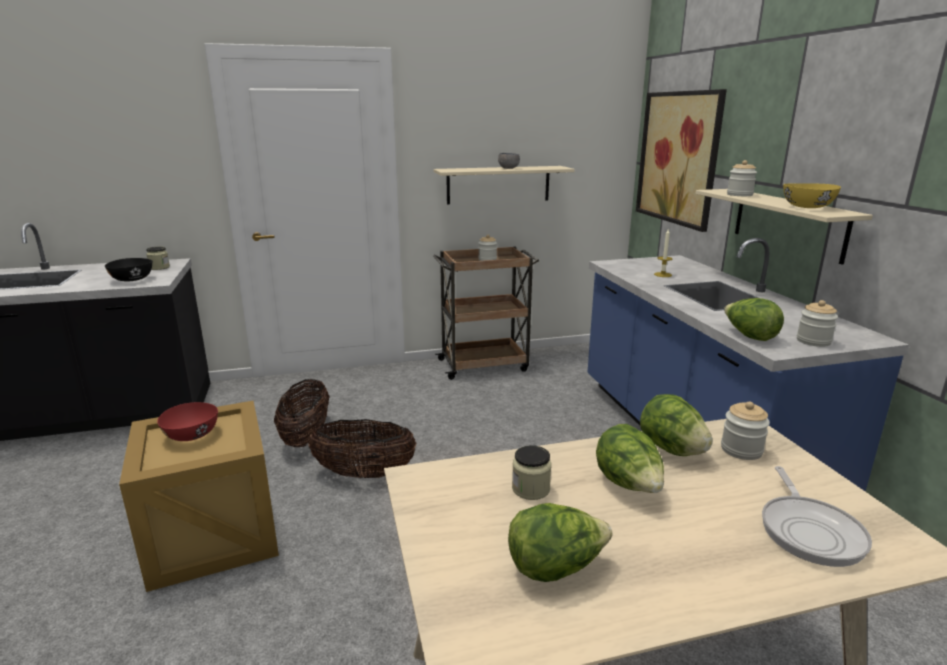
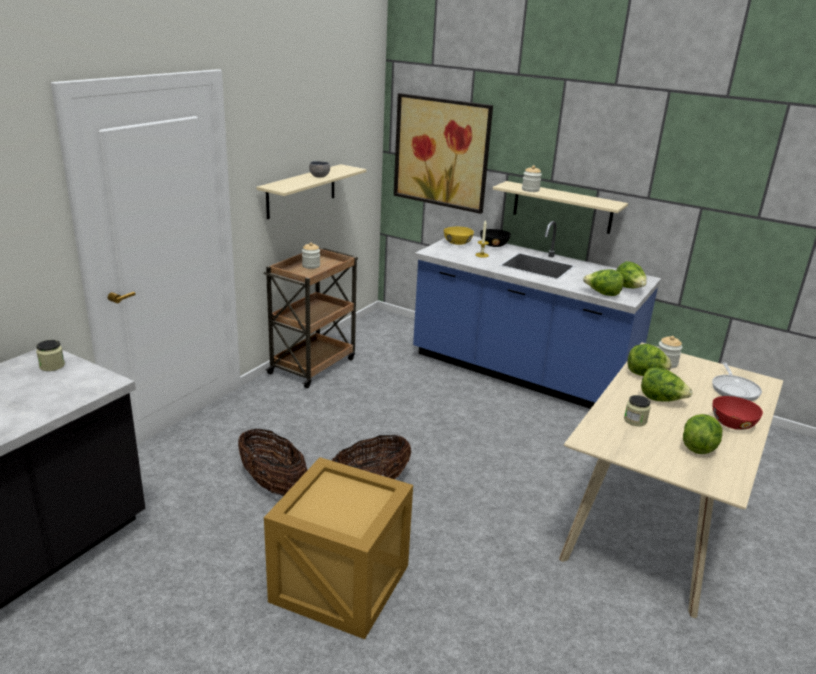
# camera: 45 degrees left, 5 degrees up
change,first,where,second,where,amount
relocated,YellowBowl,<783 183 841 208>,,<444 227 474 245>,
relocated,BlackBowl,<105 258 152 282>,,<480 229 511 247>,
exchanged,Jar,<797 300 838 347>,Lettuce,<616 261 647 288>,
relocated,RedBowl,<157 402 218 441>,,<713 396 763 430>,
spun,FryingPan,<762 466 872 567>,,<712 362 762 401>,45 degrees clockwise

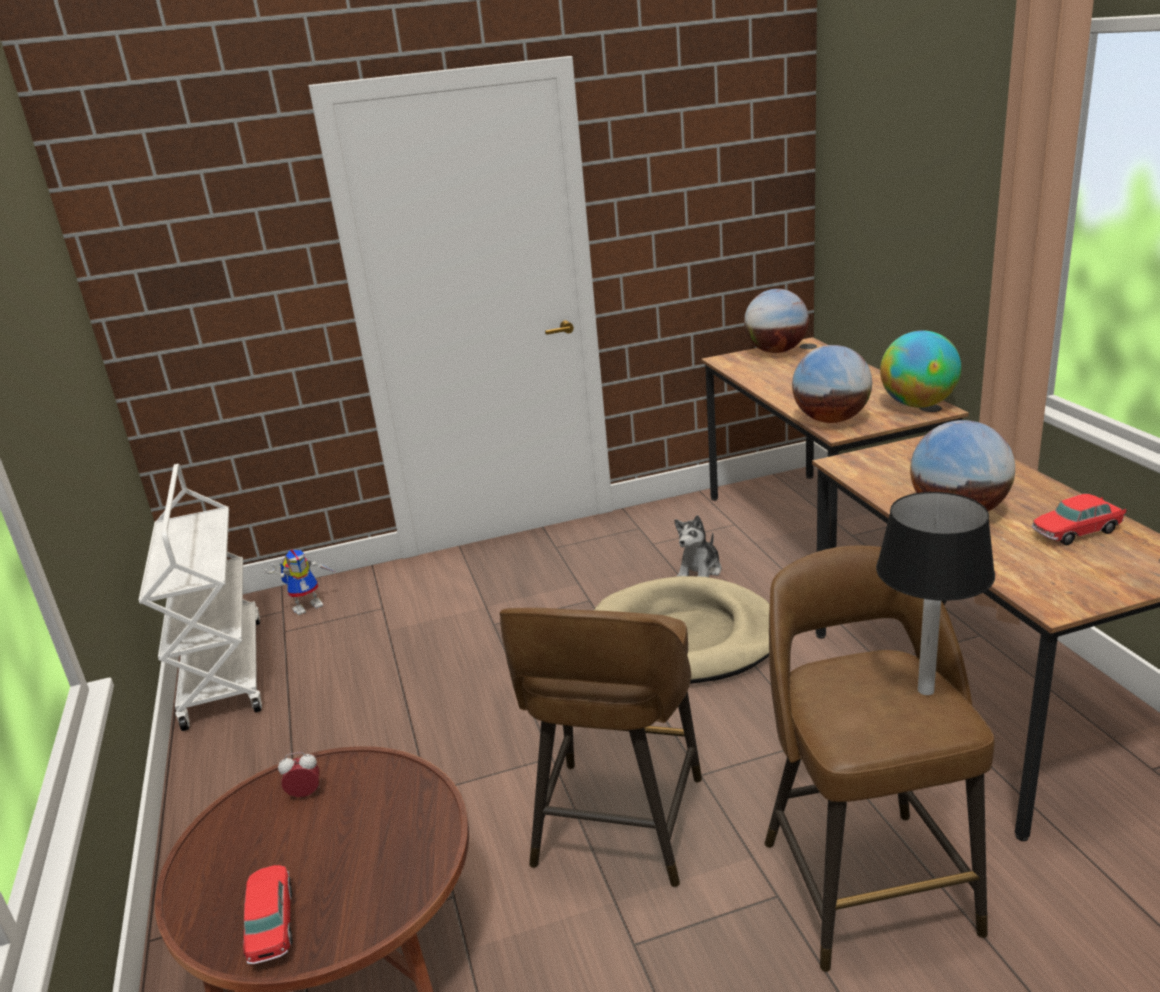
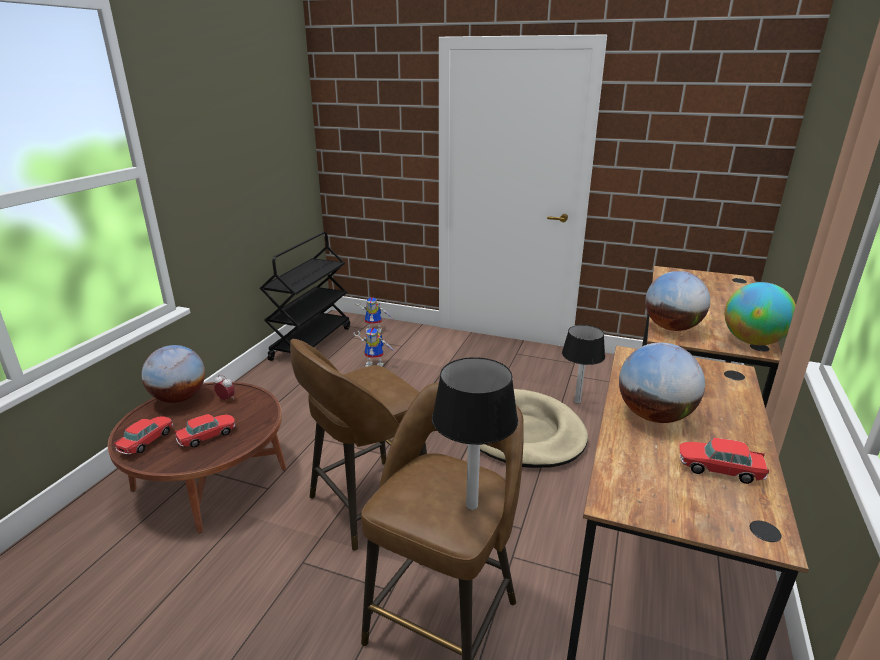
# camera: 35 degrees right, 0 degrees up
change,first,where,second,where,amount
relocated,Globe,<744 289 809 353>,,<142 345 205 403>,
colour,WhiteCart,<139 464 262 731>,BlackCart,<260 232 350 361>,
exchanged,PlushToy,<675 515 721 577>,TableLamp,<562 325 605 404>,
appeared,,,ToyRobot,<353 328 395 367>,
appeared,,,ToyCar,<174 414 235 448>,

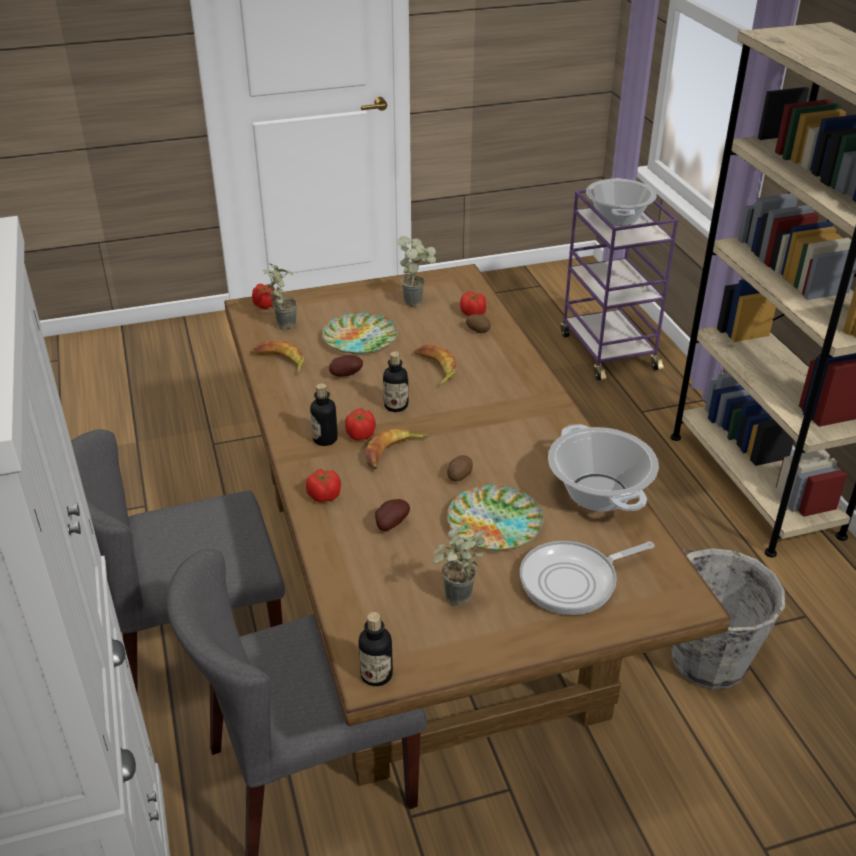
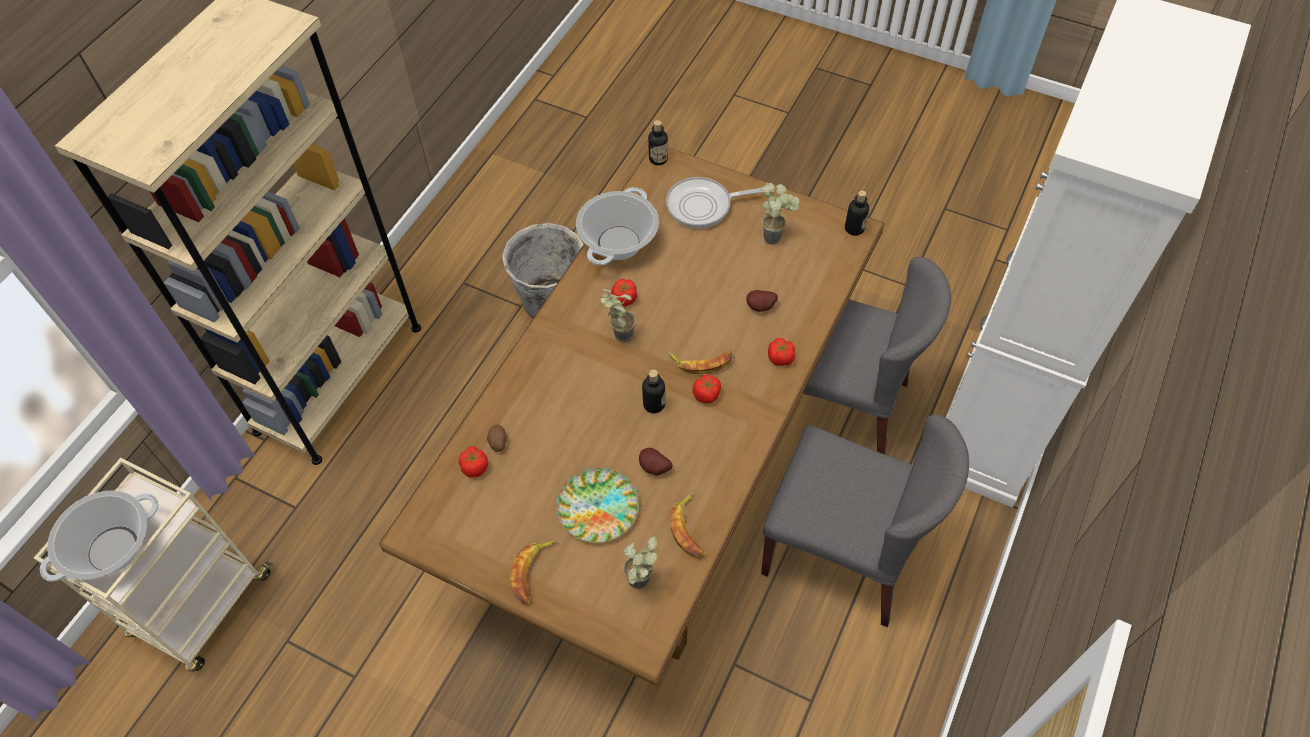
# camera: 135 degrees left, 20 degrees up
change,first,where,second,where,amount
colour,PurpleCart,<560 189 678 380>,BeigeCart,<34 458 274 672>,
relocated,PottedPlant,<398 236 436 307>,,<600 289 636 343>,
relocated,Tomato,<252 284 278 309>,,<611 279 637 307>,
relocated,Banana,<414 345 456 385>,,<510 540 557 605>,
relocated,Bottle,<310 383 338 446>,,<648 120 668 165>,
missing,Potato,<447 455 473 482>,,,
missing,Plate,<447 485 543 551>,,,
spun,FryingPan,<520 541 654 615>,,<666 177 763 229>,150 degrees clockwise

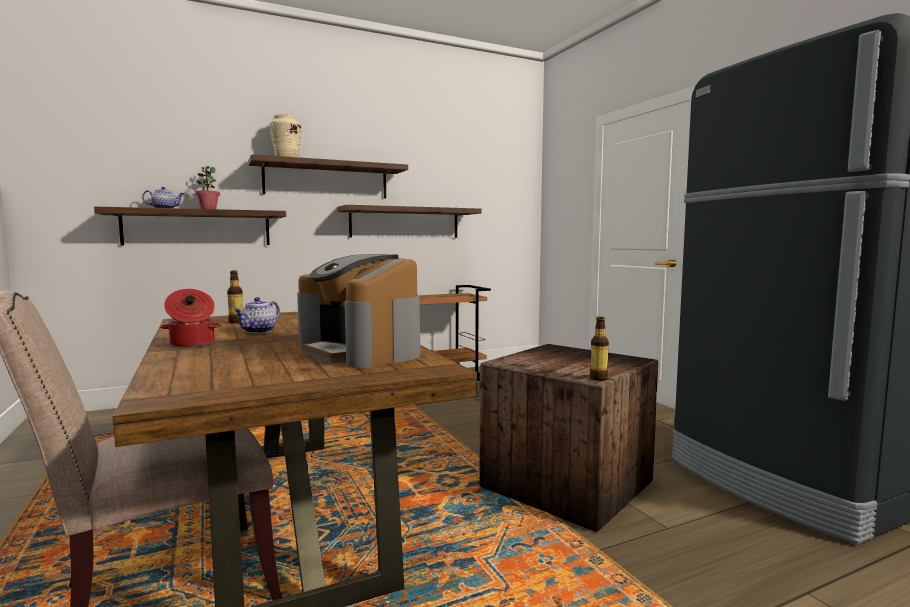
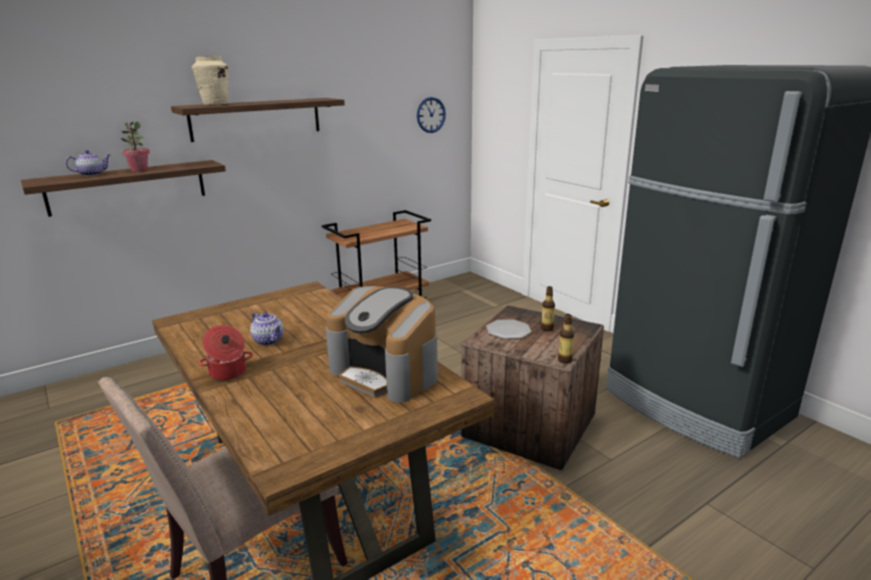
# camera: 10 degrees left, 15 degrees up
change,first,where,second,where,amount
missing,Shelf,<337 205 481 238>,,,
relocated,Bottle,<227 270 243 323>,,<541 286 555 331>,
spun,Teapot,<234 297 280 333>,,<250 312 284 346>,60 degrees counterclockwise
appeared,,,WallClock,<417 97 446 133>,
appeared,,,Plate,<486 319 531 339>,

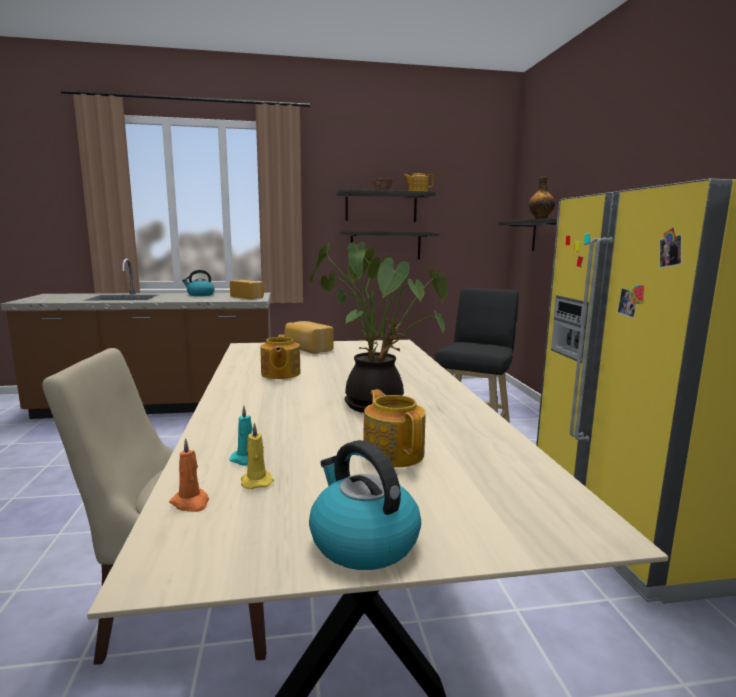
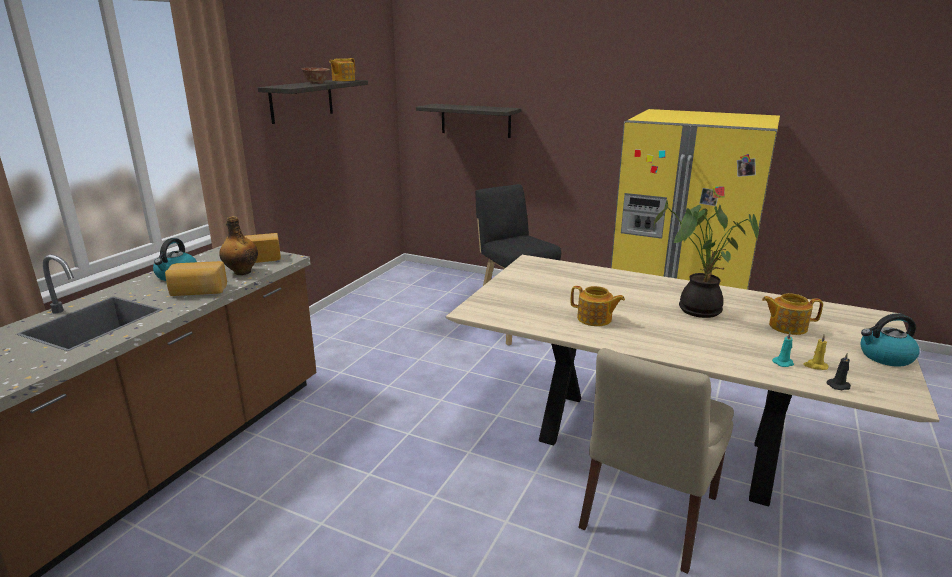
# camera: 55 degrees left, 10 degrees up
change,first,where,second,where,amount
relocated,Bottle,<528 177 555 219>,,<219 216 258 275>,
missing,Shelf,<341 231 439 259>,,,
relocated,Bread,<284 321 333 354>,,<165 261 227 296>,
colour,OrangeCandle,<169 438 209 512>,BlackCandle,<827 352 851 390>,

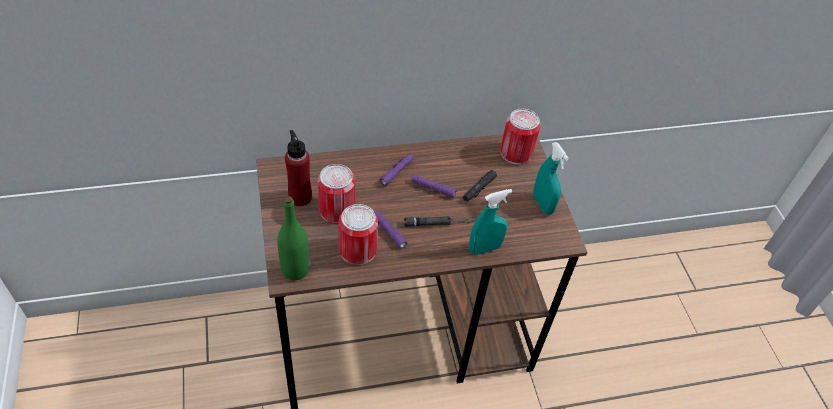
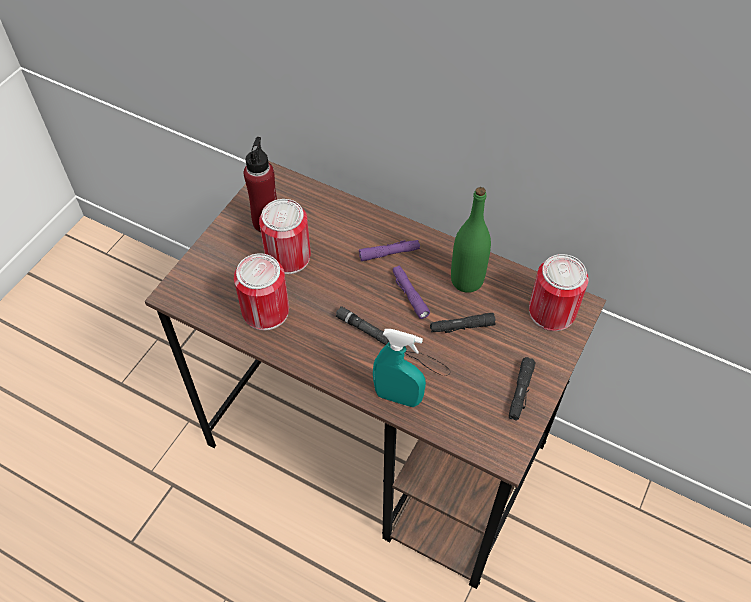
# camera: 45 degrees right, 5 degrees up
change,first,where,second,where,amount
exchanged,TurquoiseSprayBottle,<533 142 569 215>,BlackFlashlight,<509 357 536 421>,
relocated,GreenBottle,<277 196 309 280>,,<451 187 491 293>,
missing,PurpleFlashlight,<374 210 407 249>,,,

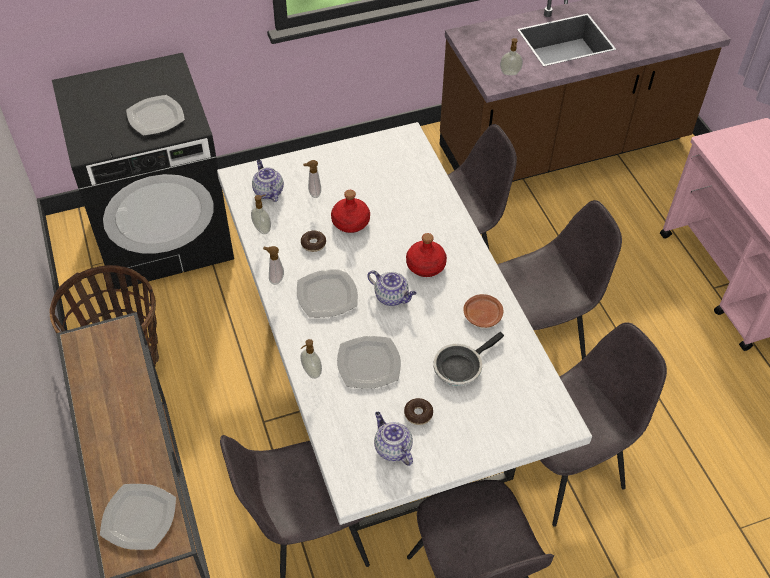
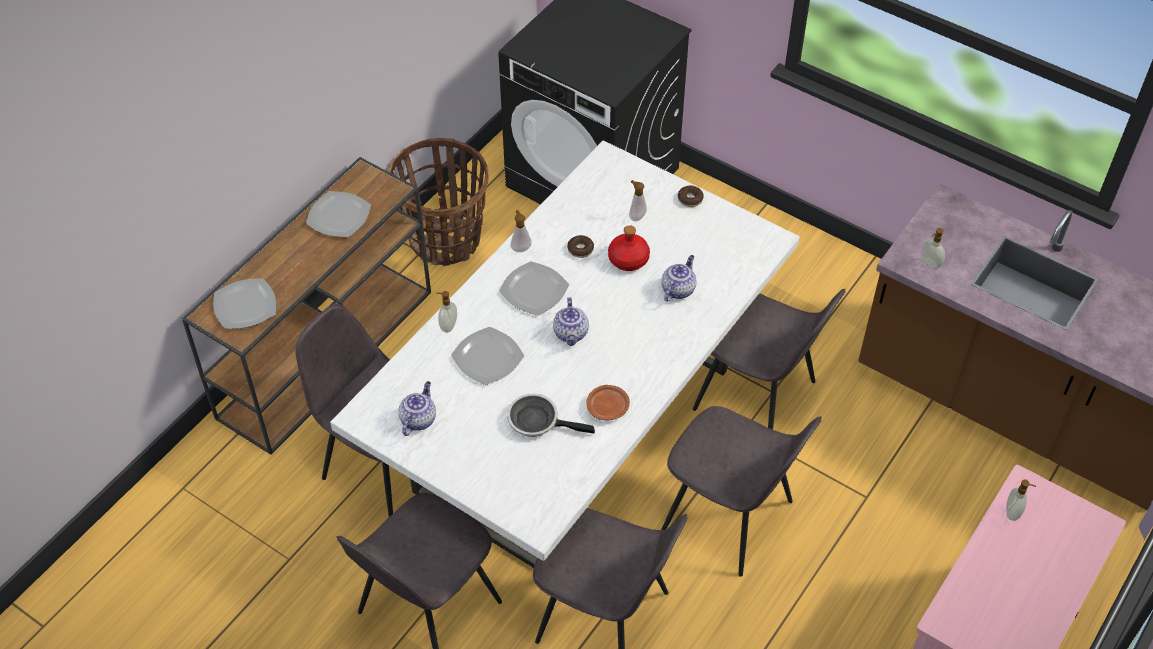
# camera: 55 degrees right, 0 degrees up
change,first,where,second,where,amount
relocated,Plate,<126 95 185 136>,,<306 191 371 238>,
relocated,Teapot,<252 160 284 202>,,<661 255 697 302>,
relocated,SoapDispenser,<251 195 271 234>,,<1006 479 1036 521>,
missing,RedBottle,<406 233 447 277>,,,
relocated,Donut,<404 398 433 425>,,<678 185 704 207>,

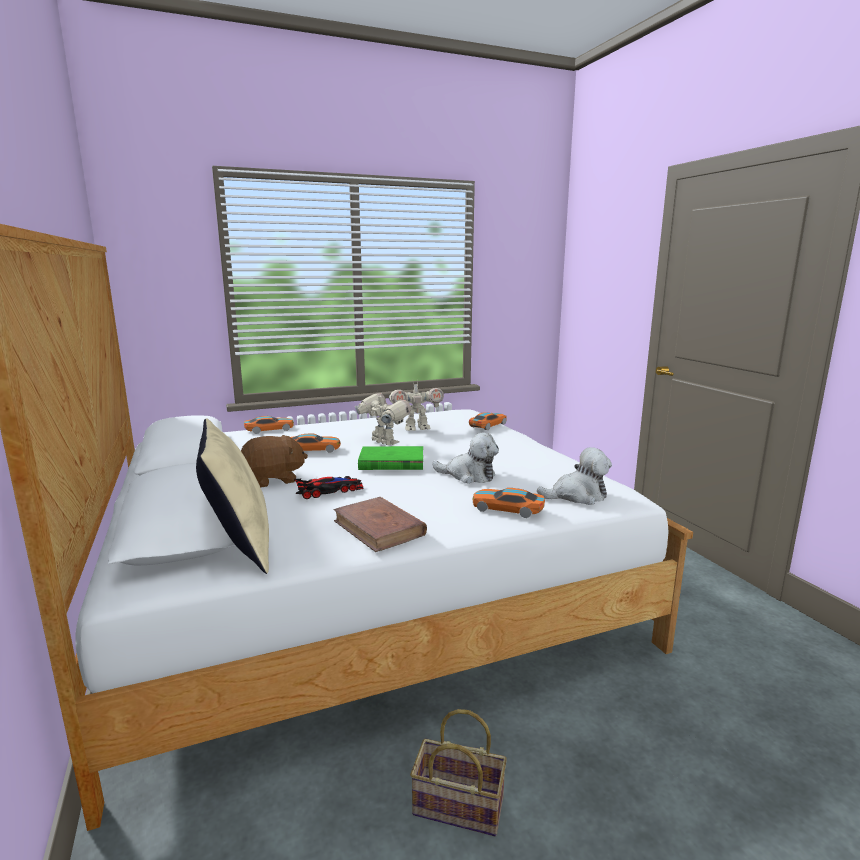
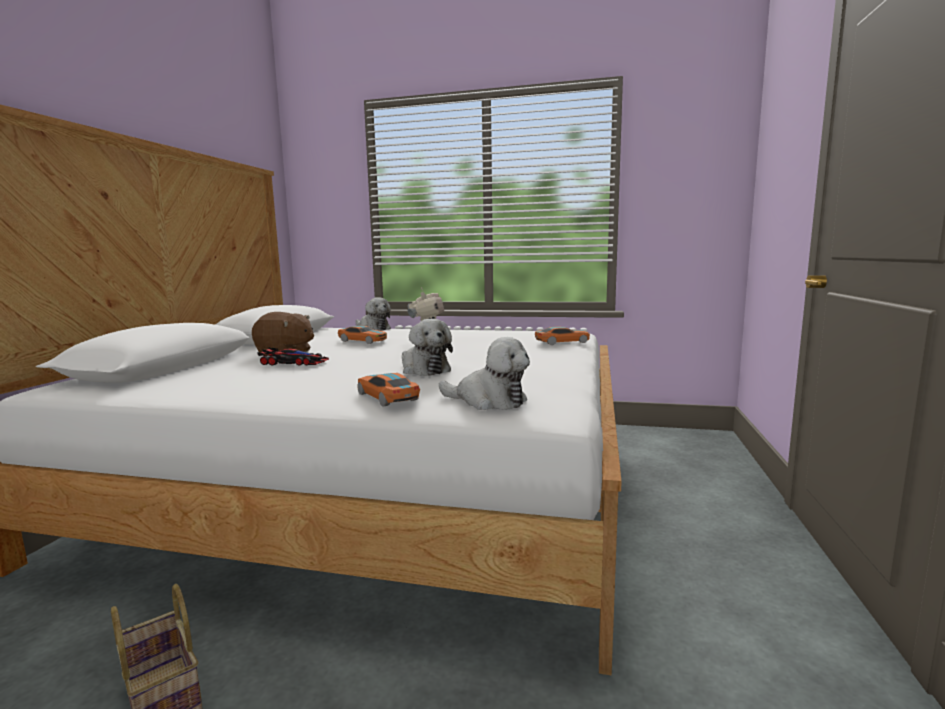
# camera: 35 degrees right, 5 degrees down
change,first,where,second,where,amount
missing,ToyRobot,<389 383 444 431>,,,
exchanged,ToyCar,<244 416 294 434>,PlushToy,<355 297 391 331>,
missing,BeigePillow,<196 418 269 574>,,,
missing,GreenBook,<358 446 423 470>,,,
missing,BrownBook,<333 497 427 552>,,,

